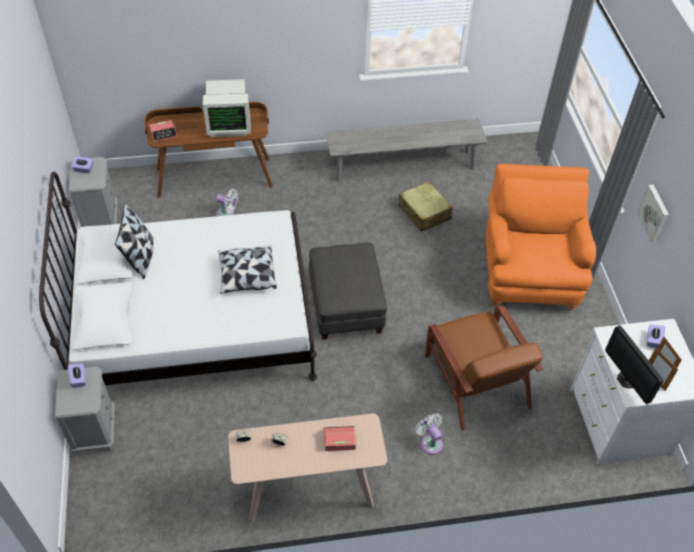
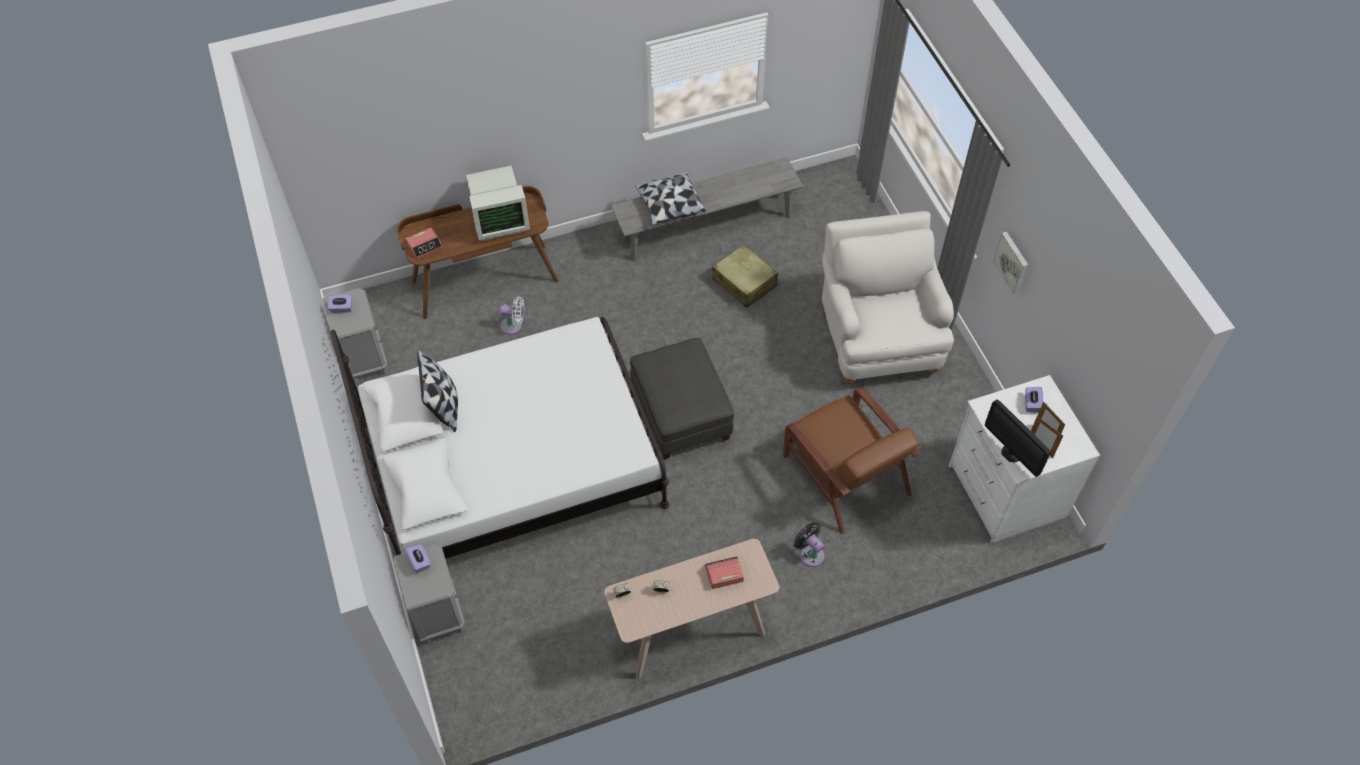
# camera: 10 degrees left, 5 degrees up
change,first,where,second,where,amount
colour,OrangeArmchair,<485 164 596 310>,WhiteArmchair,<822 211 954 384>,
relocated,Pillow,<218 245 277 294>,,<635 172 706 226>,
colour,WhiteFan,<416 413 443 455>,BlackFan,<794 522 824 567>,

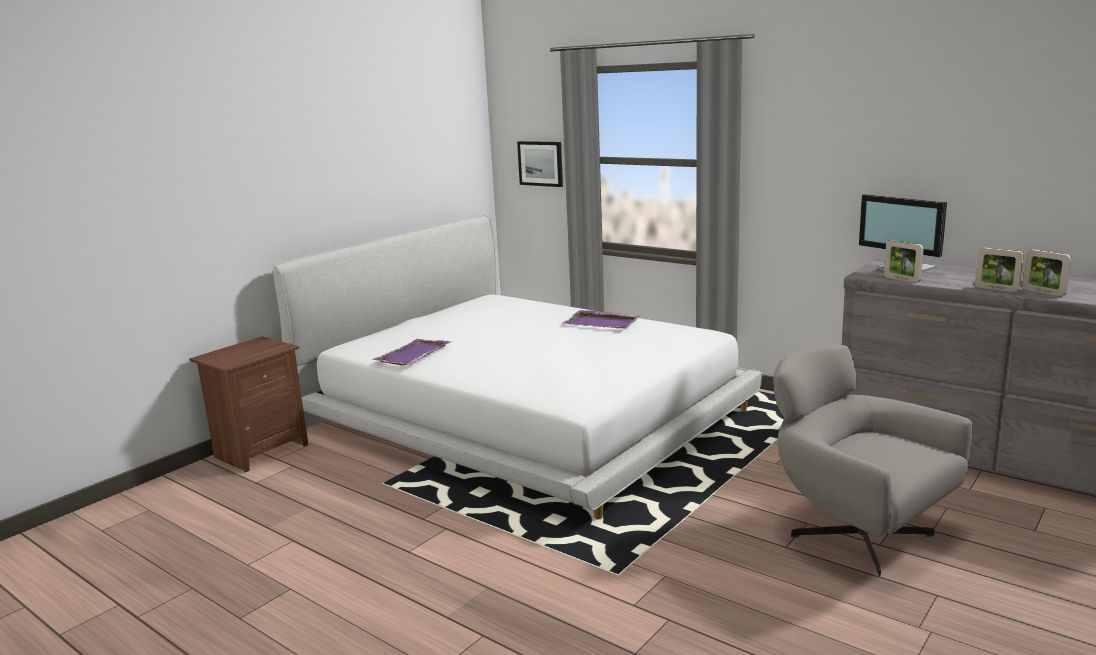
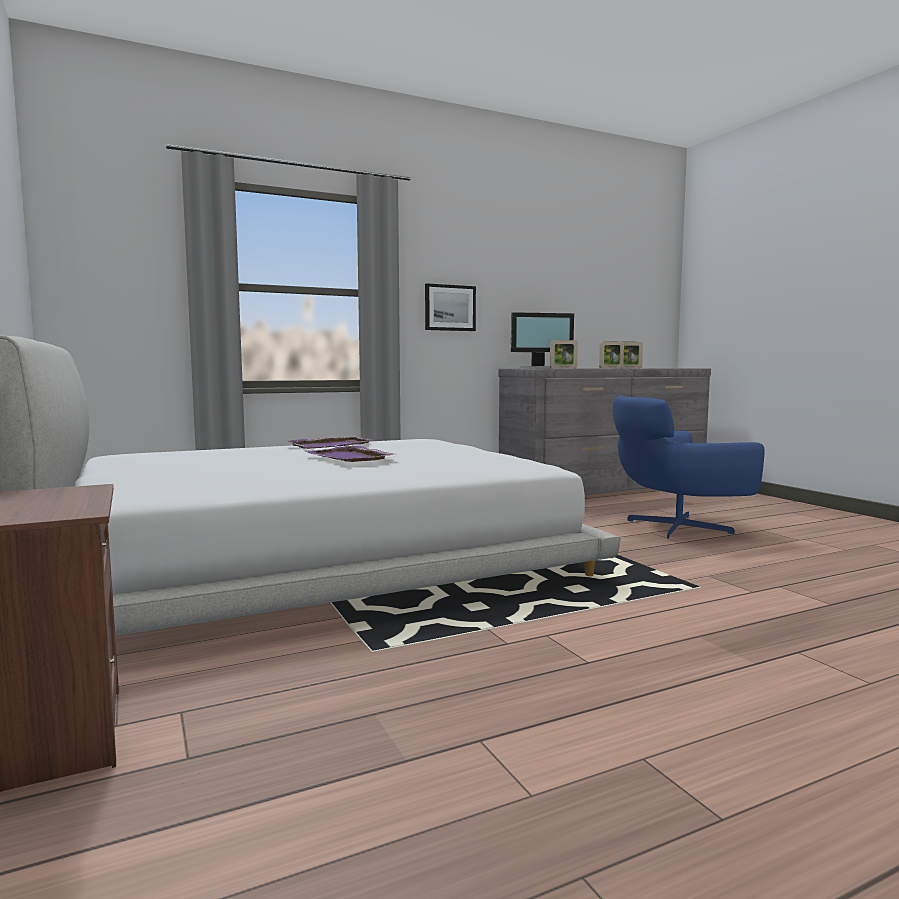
# camera: 65 degrees left, 10 degrees down
change,first,where,second,where,amount
relocated,Picture,<517 141 563 187>,,<425 283 476 331>,
relocated,PurpleTray,<372 339 451 365>,,<305 445 393 462>,
colour,GreyArmchair,<774 345 973 577>,BlueArmchair,<613 396 764 539>,

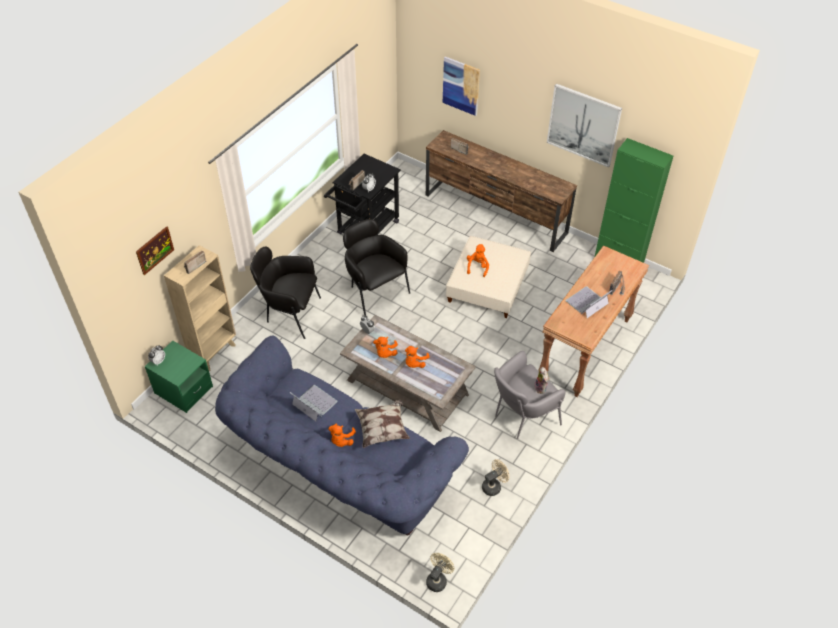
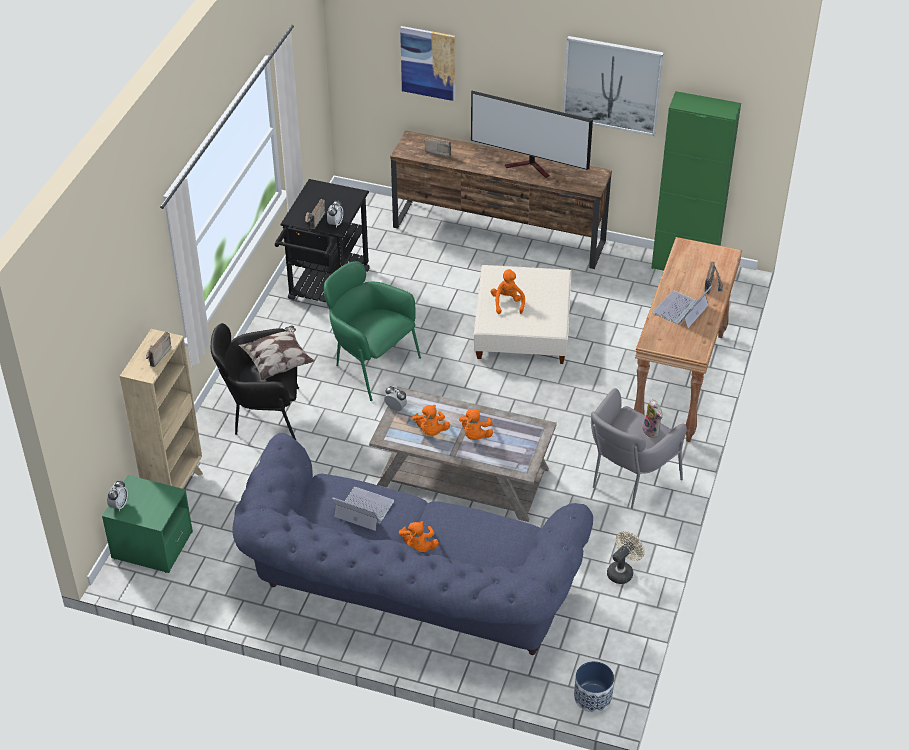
# camera: 15 degrees left, 5 degrees down
change,first,where,second,where,amount
colour,BlackArmchair,<343 219 410 315>,GreenArmchair,<324 261 421 401>,
missing,Picture,<136 226 174 275>,,,
relocated,Pillow,<355 400 410 448>,,<239 326 315 381>,
exchanged,BeigeFan,<426 553 455 592>,Planter,<574 661 614 713>,
appeared,,,Television,<471 90 593 178>,

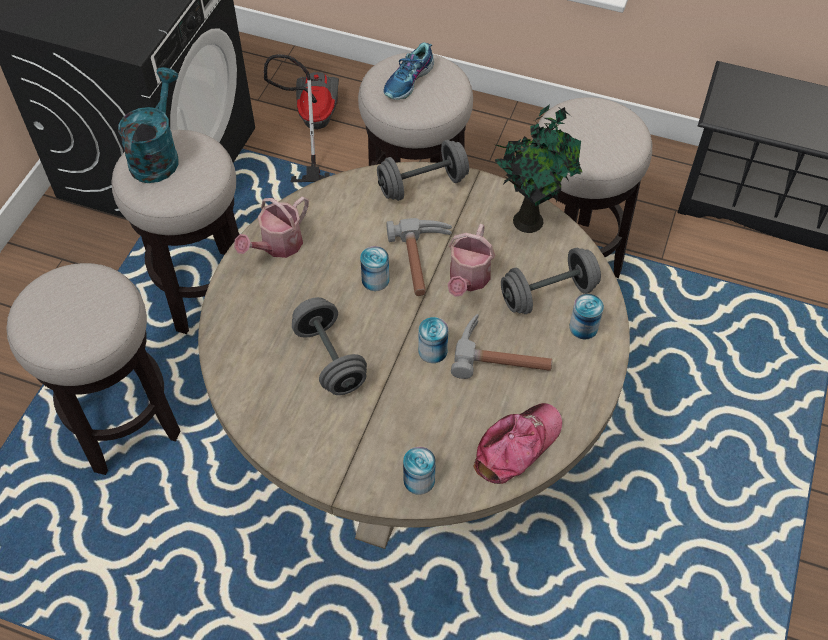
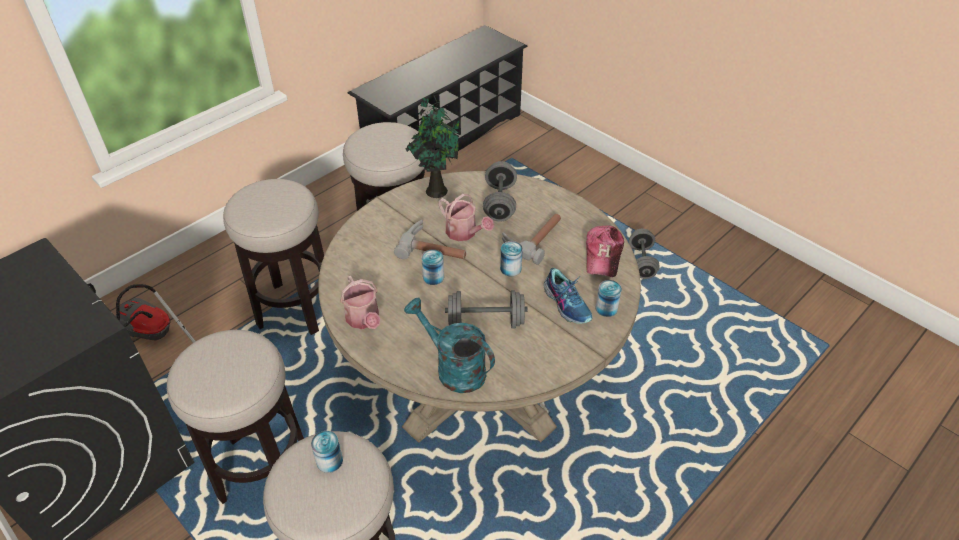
# camera: 65 degrees left, 10 degrees down
change,first,where,second,where,amount
relocated,Shoe,<383 42 434 100>,,<544 268 592 324>,
relocated,TurquoiseWateringCan,<118 67 178 183>,,<404 298 495 393>,
relocated,GreyDumbbell,<377 140 469 201>,,<629 229 660 279>,
relocated,Can,<569 294 604 339>,,<311 431 343 473>,
spun,Cap,<473 403 562 484>,,<586 225 624 277>,150 degrees counterclockwise

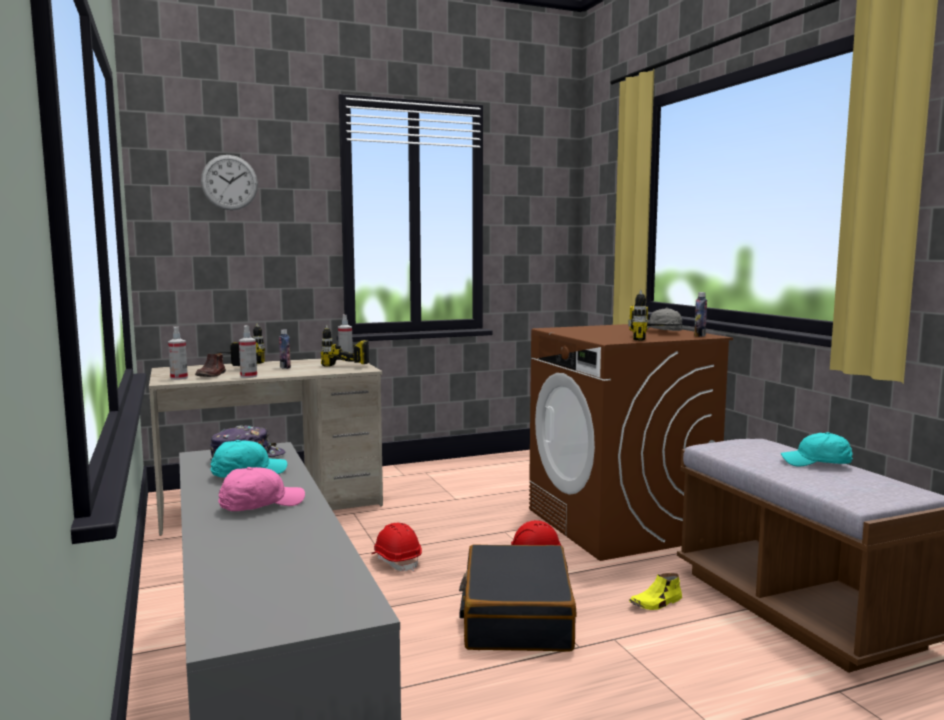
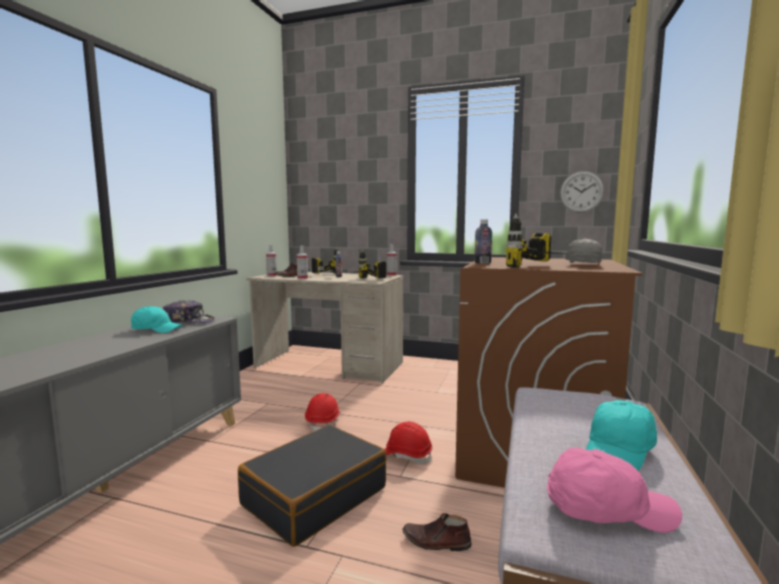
# camera: 40 degrees right, 0 degrees up
change,first,where,second,where,amount
relocated,WallClock,<201 155 258 210>,,<560 171 604 213>,
relocated,Bottle,<694 292 707 337>,,<474 219 492 264>,
spun,TurquoiseCap,<780 432 853 467>,,<586 400 657 471>,105 degrees counterclockwise
relocated,PinkCap,<218 467 305 511>,,<547 448 682 533>,
colour,YellowShoe,<629 573 682 610>,BrownShoe,<403 513 472 551>,

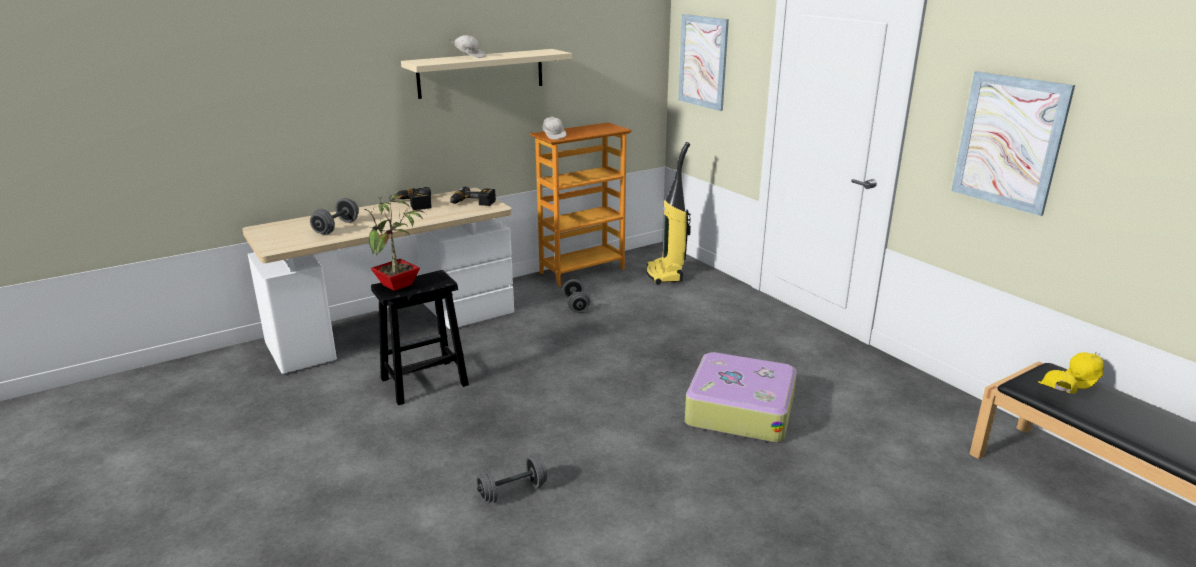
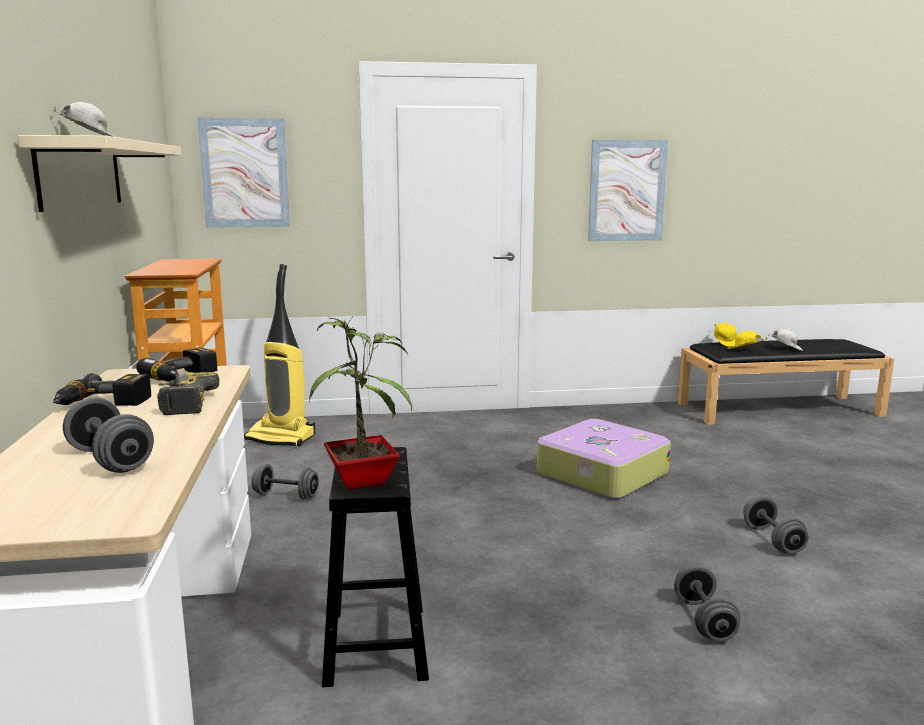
# camera: 65 degrees left, 10 degrees down
change,first,where,second,where,amount
relocated,WhiteCap,<543 116 567 140>,,<768 329 803 351>,
appeared,,,PowerDrill,<158 372 219 415>,
appeared,,,GreyDumbbell,<743 497 808 553>,

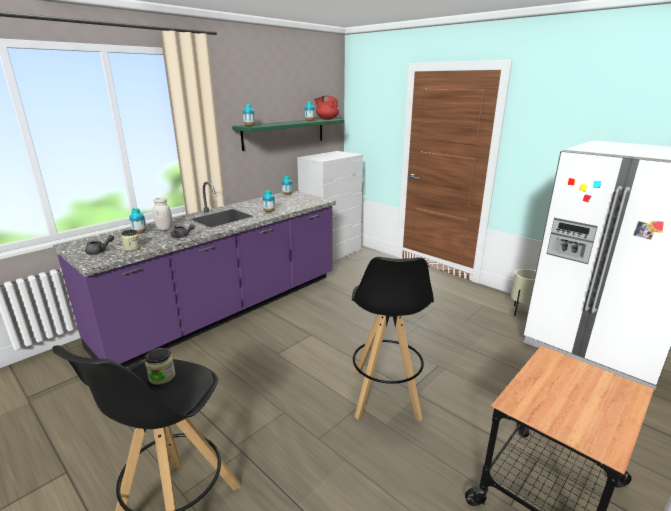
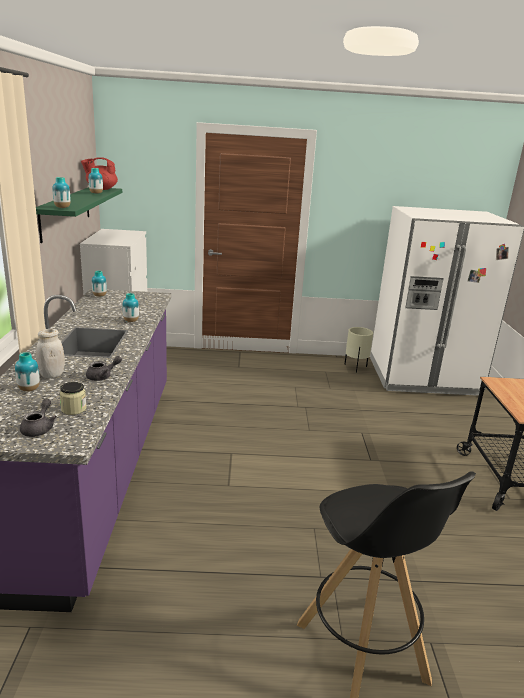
# camera: 45 degrees left, 0 degrees up
change,first,where,second,where,amount
missing,BlackStool,<352 257 434 422>,,,
missing,Jar,<145 348 175 385>,,,

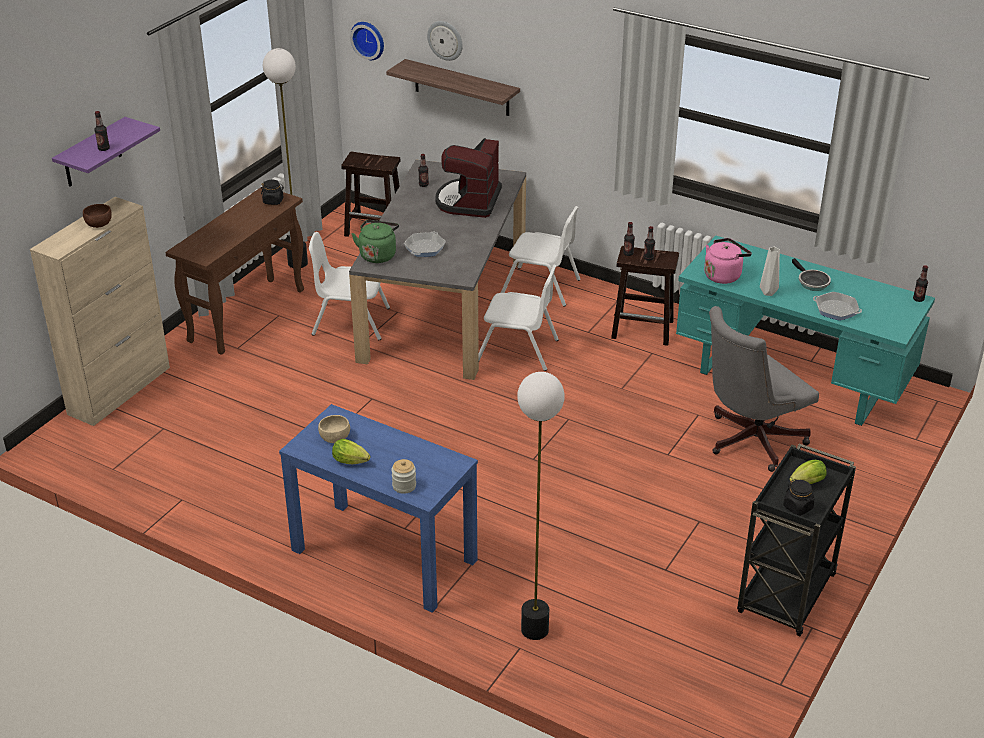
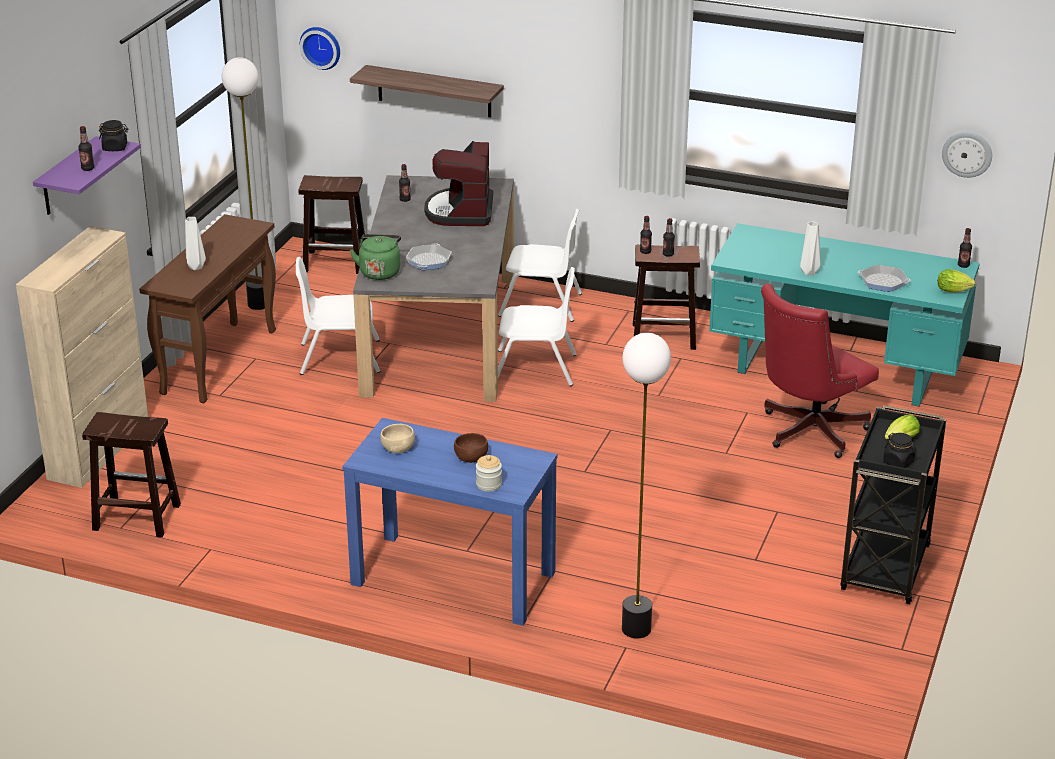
# camera: 10 degrees left, 5 degrees down
change,first,where,second,where,amount
relocated,WallClock,<427 21 463 61>,,<942 132 992 178>,
relocated,BlackJar,<261 179 284 205>,,<99 120 128 151>,
relocated,BrownBowl,<83 204 112 228>,,<454 433 488 463>,
missing,PinkKettle,<704 238 752 284>,,,
missing,FryingPan,<792 258 831 291>,,,
colour,GreyOfficeChair,<709 306 819 472>,RedOfficeChair,<761 284 879 458>,
relocated,Lettuce,<332 439 370 464>,,<938 269 976 293>,
appeared,,,WhiteVase,<185 217 206 270>,
appeared,,,BrownStool,<82 412 181 538>,

